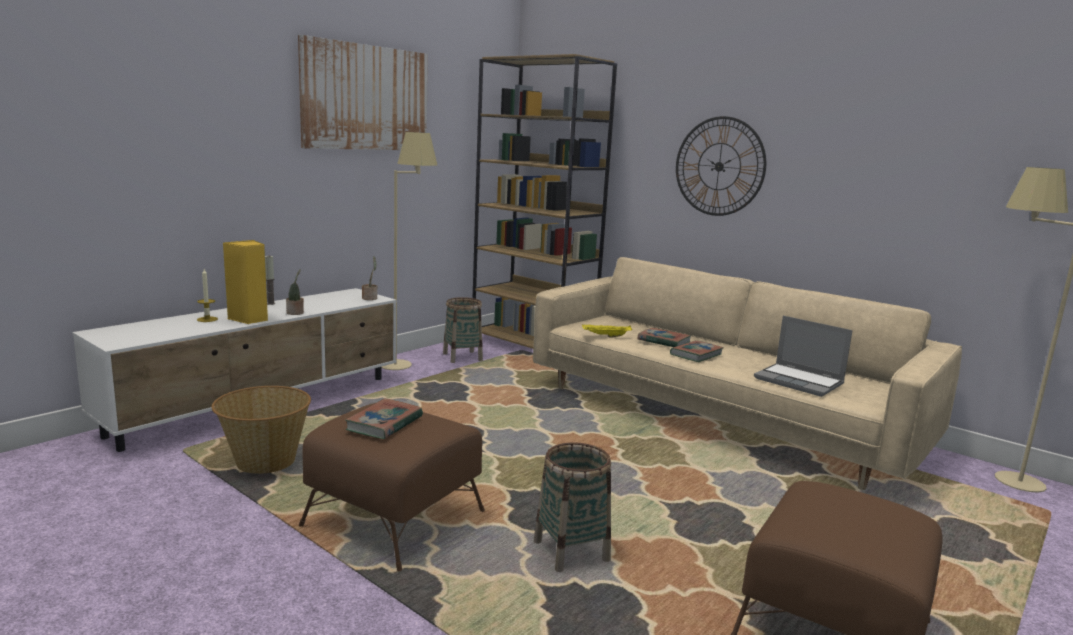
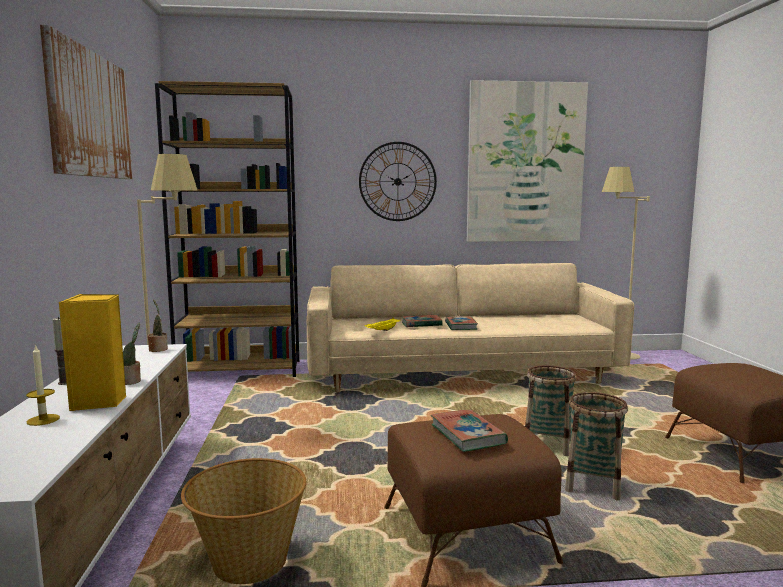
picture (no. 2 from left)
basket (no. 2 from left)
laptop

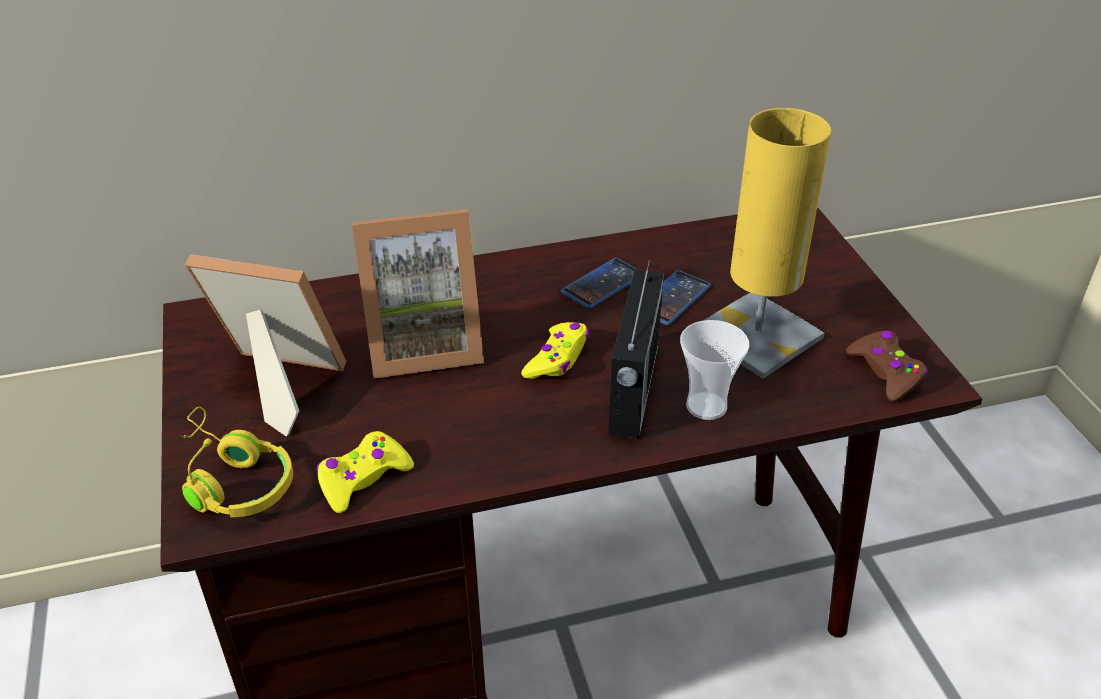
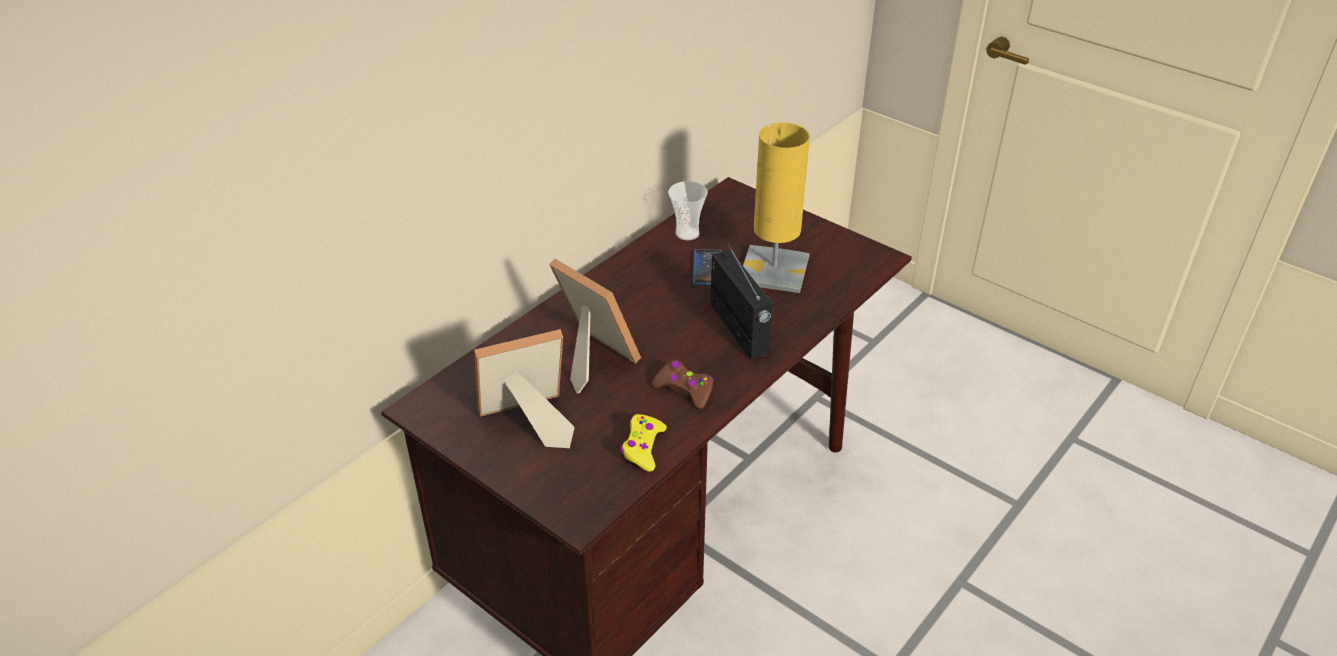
picture frame (no. 2 from left)
brown game controller
cup
yellow headphones
yellow game controller (no. 2 from left in the first image)
phone (no. 1 from left in the first image)

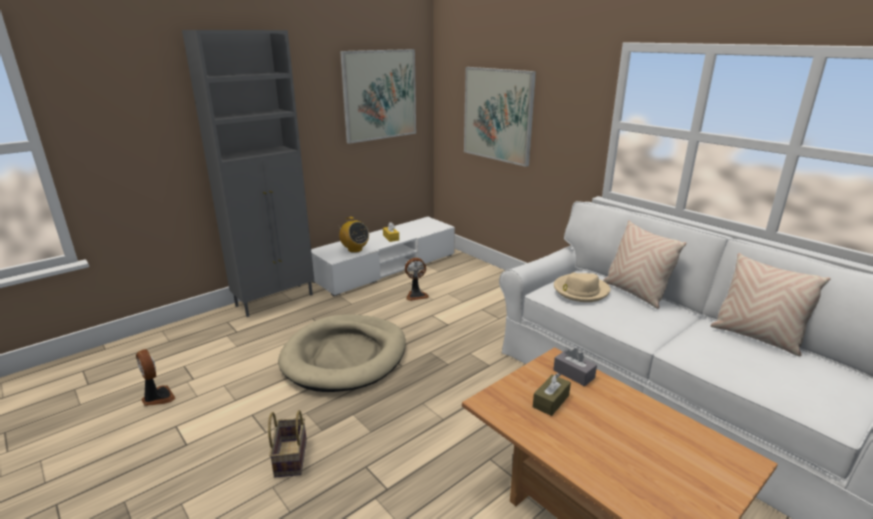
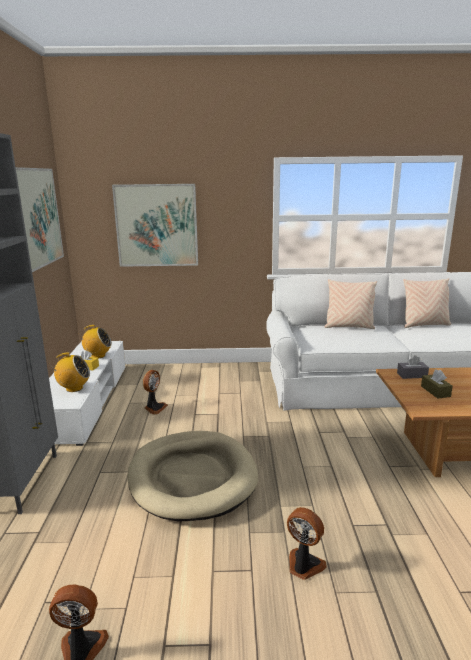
radio (no. 2 from left)
fan (no. 3 from left)
beige hat

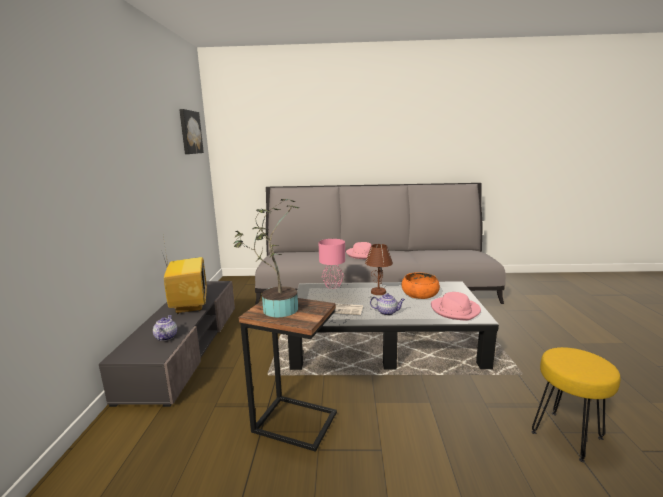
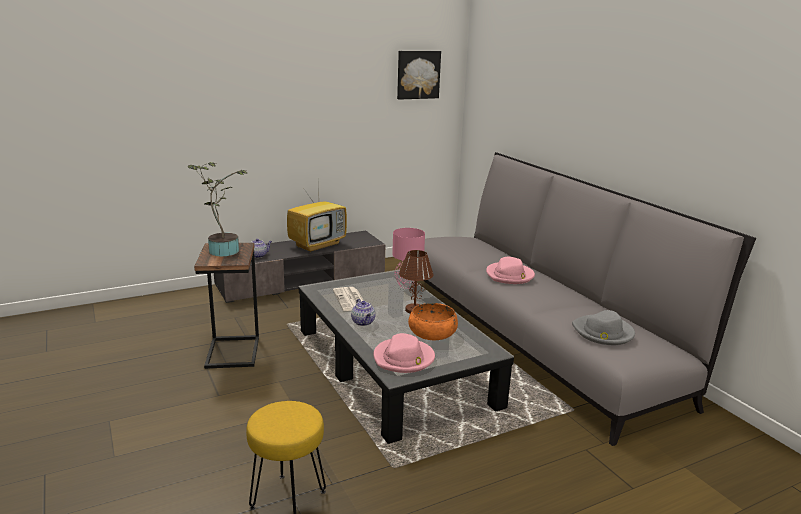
grey hat

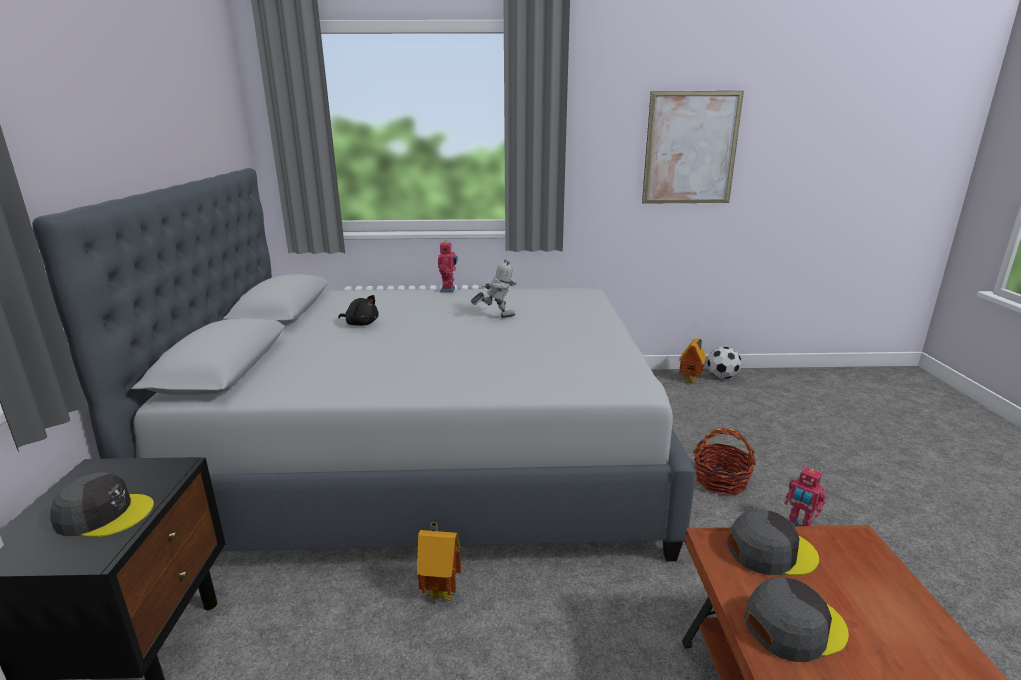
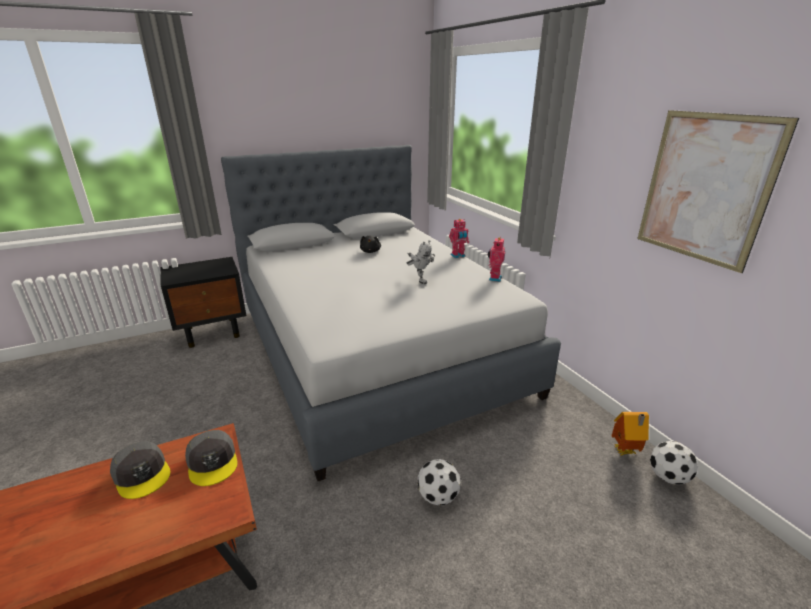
football (no. 1 from left)
toy robot (no. 3 from left)
grey cap (no. 1 from left in the first image)
toy house (no. 1 from left in the first image)

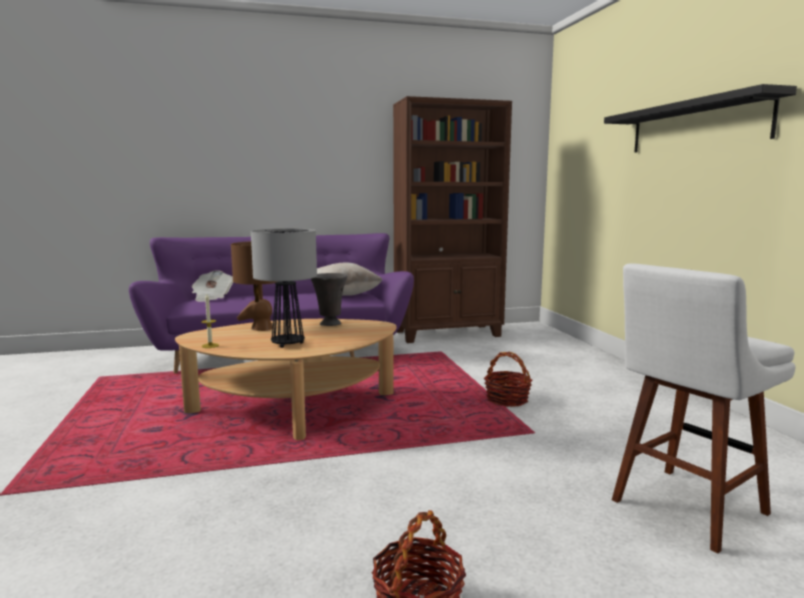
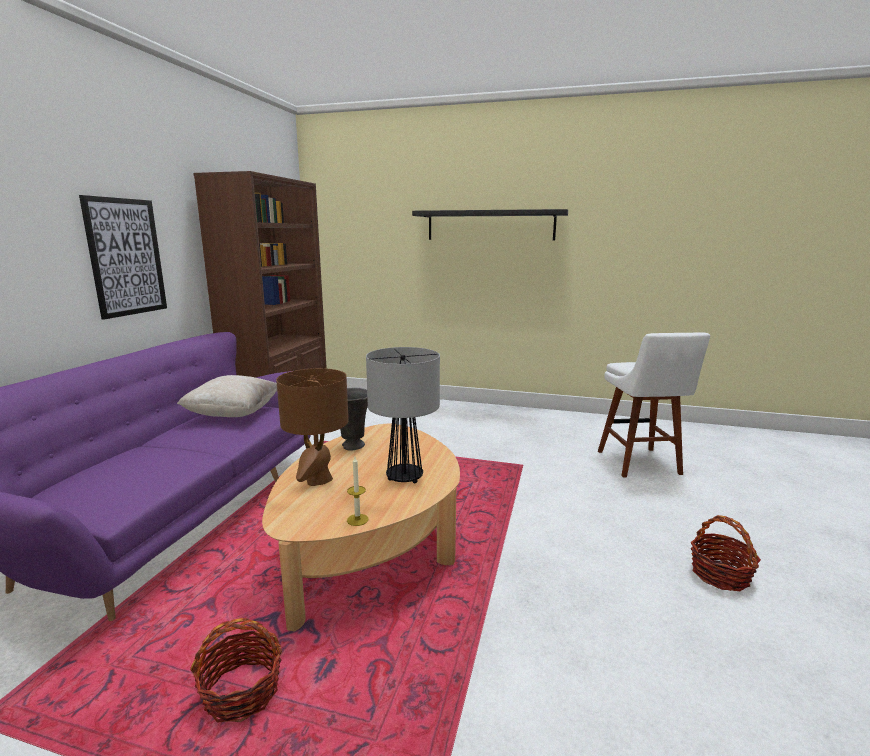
picture
basket (no. 1 from left)
newspaper

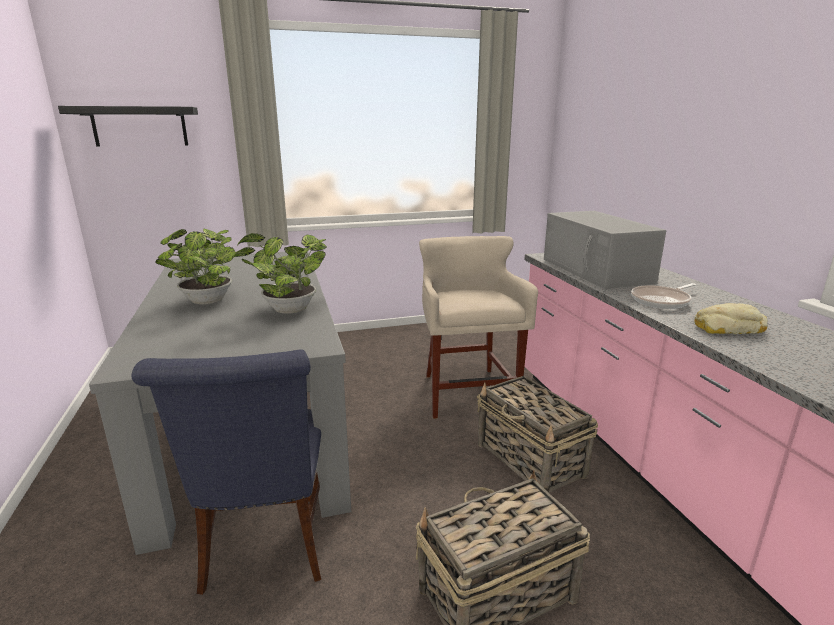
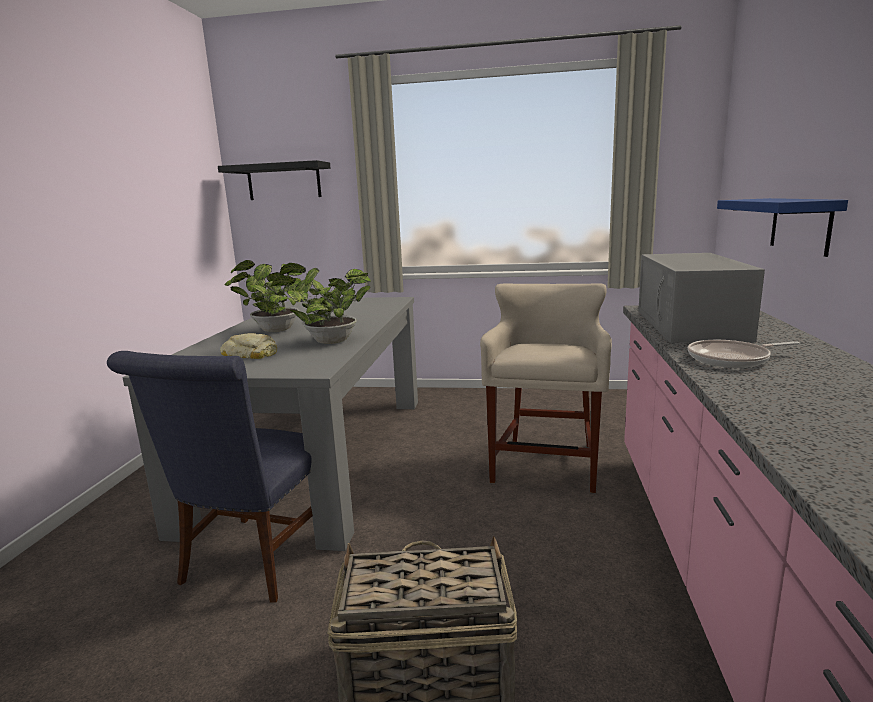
bread
blue shelf
basket (no. 2 from left in the first image)

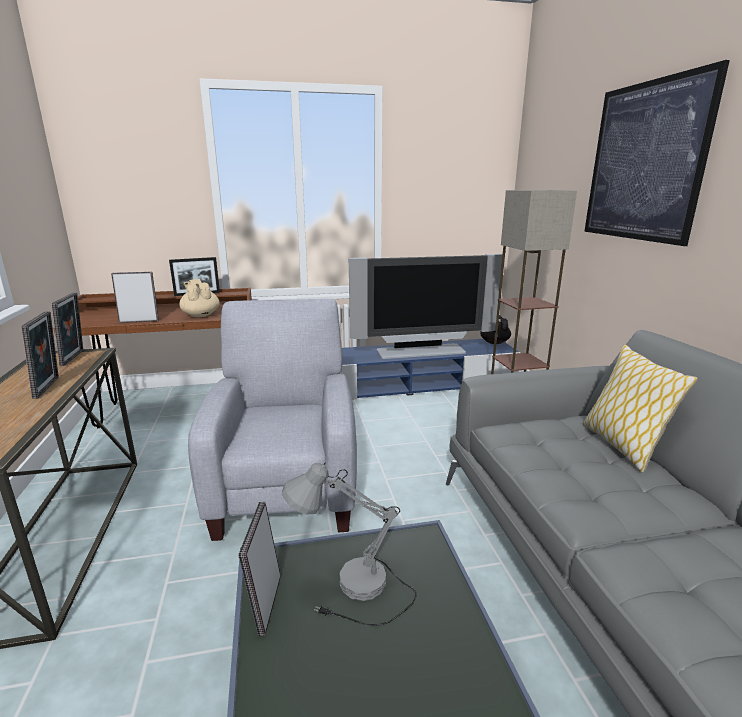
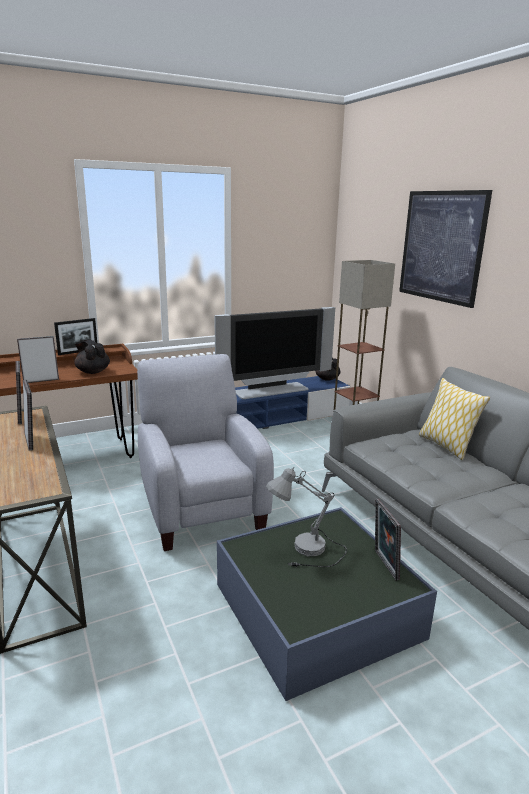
black teapot (no. 1 from left)
picture frame (no. 5 from left)

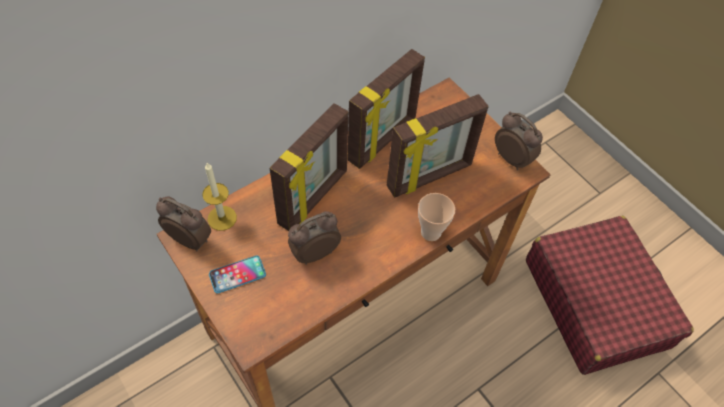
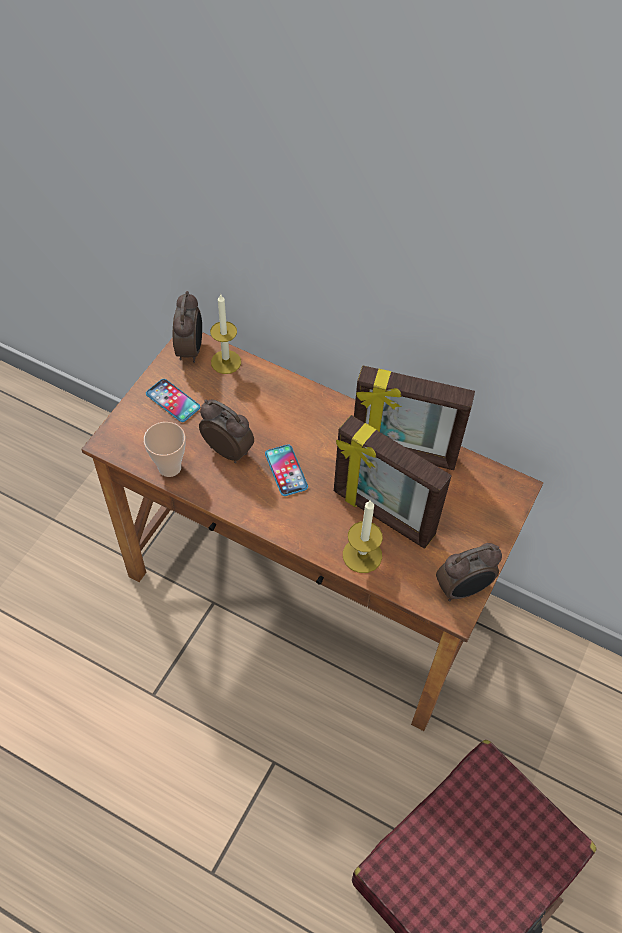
cup
phone (no. 2 from left)
candle (no. 2 from left)
alarm clock (no. 3 from left)
picture frame (no. 1 from left in the first image)

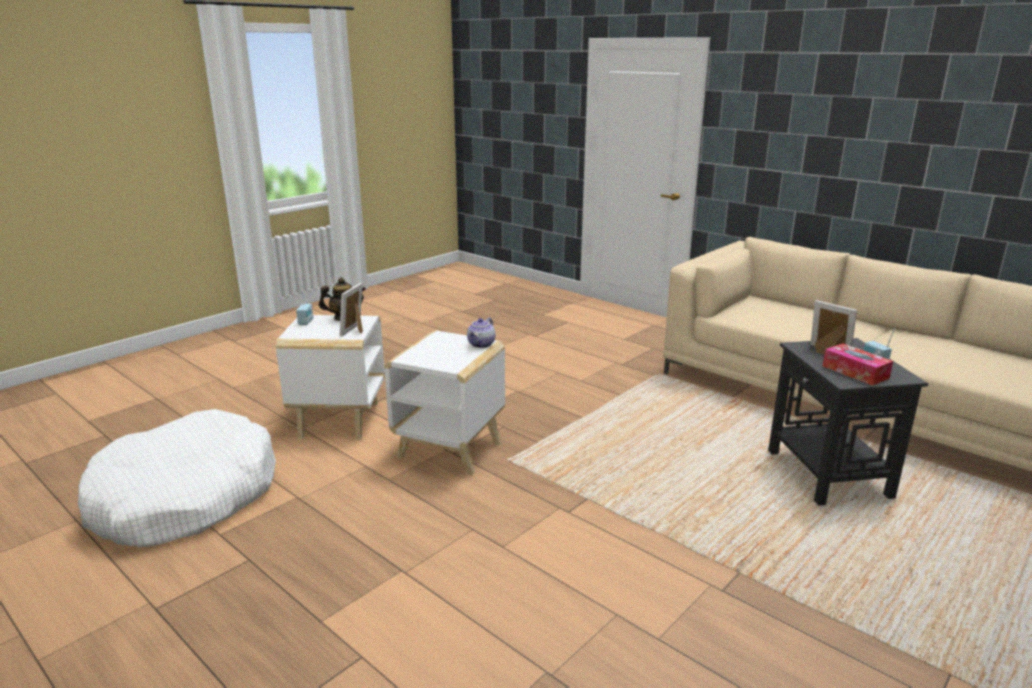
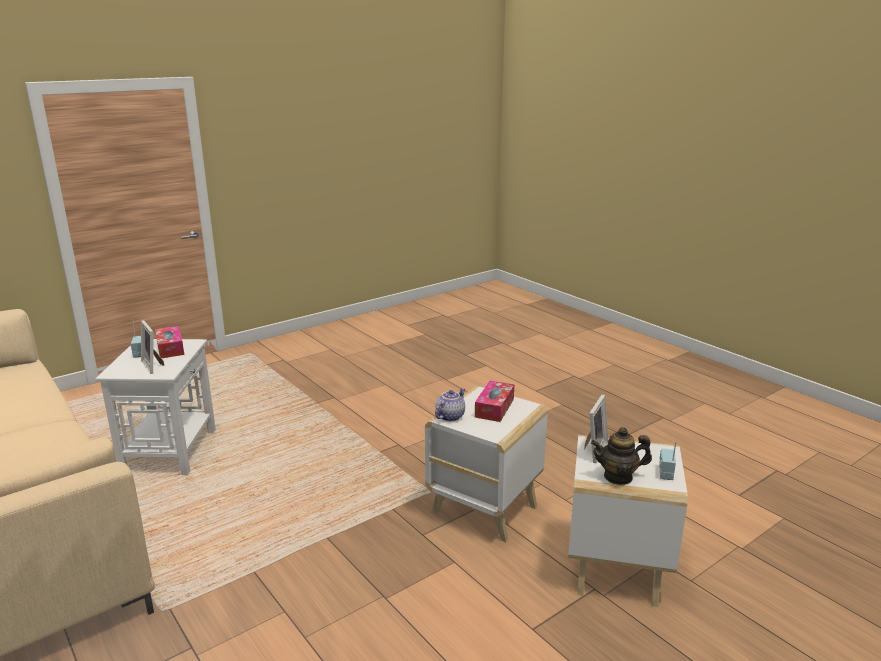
white side table (no. 1 from left)
tissue box (no. 2 from left)
white dog bed

